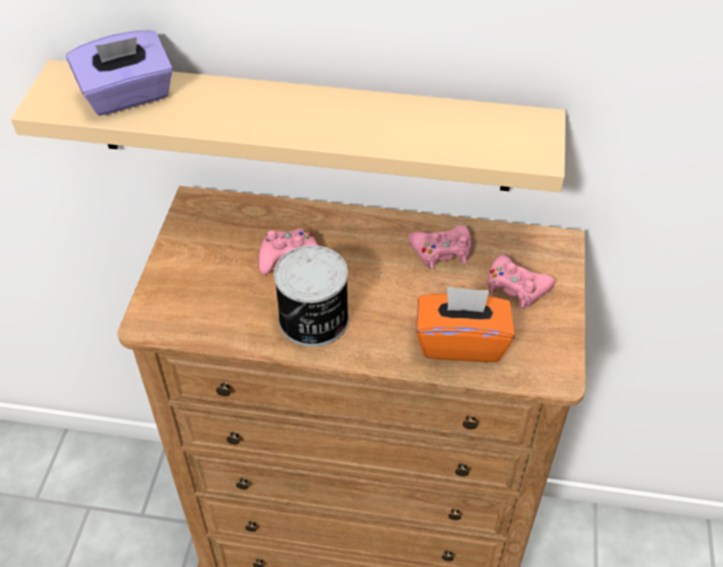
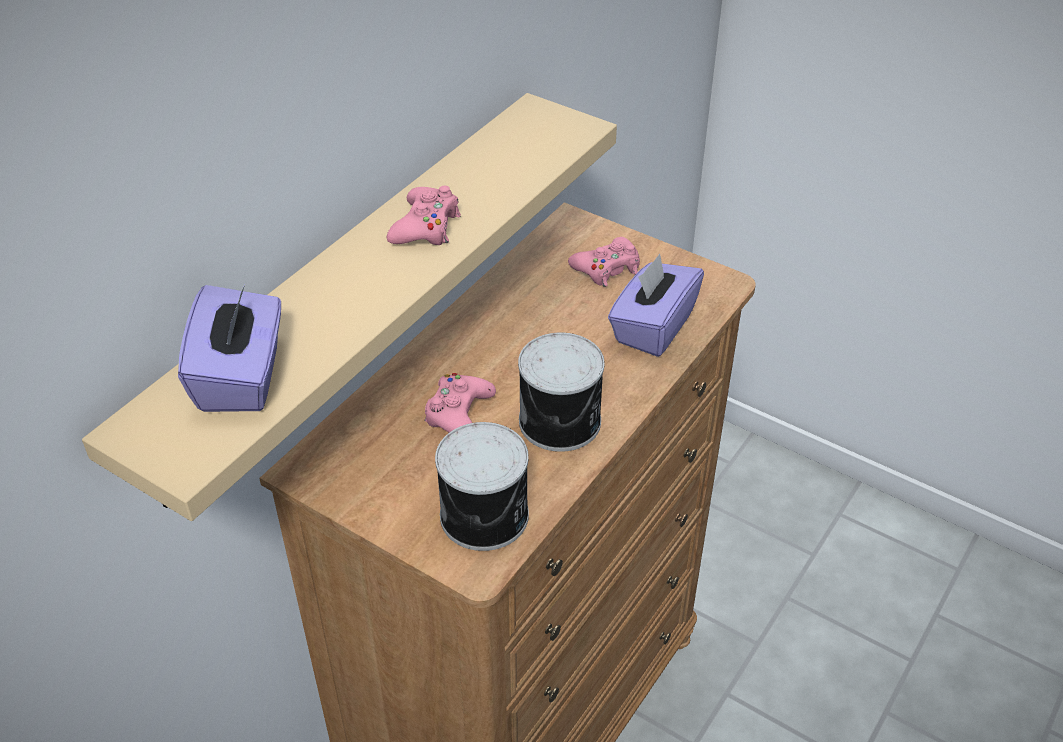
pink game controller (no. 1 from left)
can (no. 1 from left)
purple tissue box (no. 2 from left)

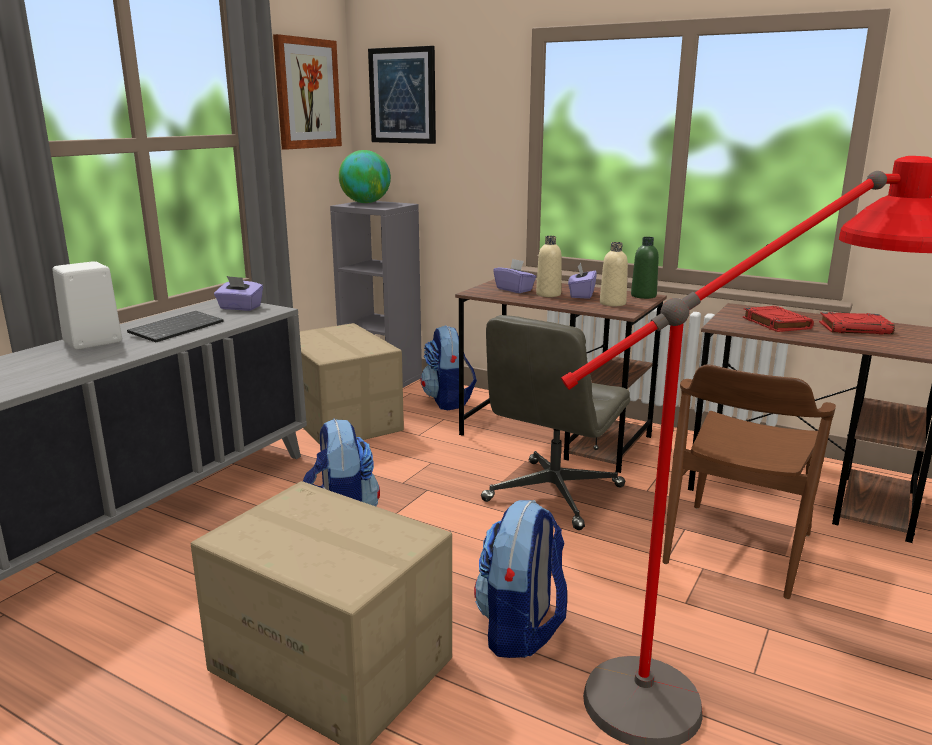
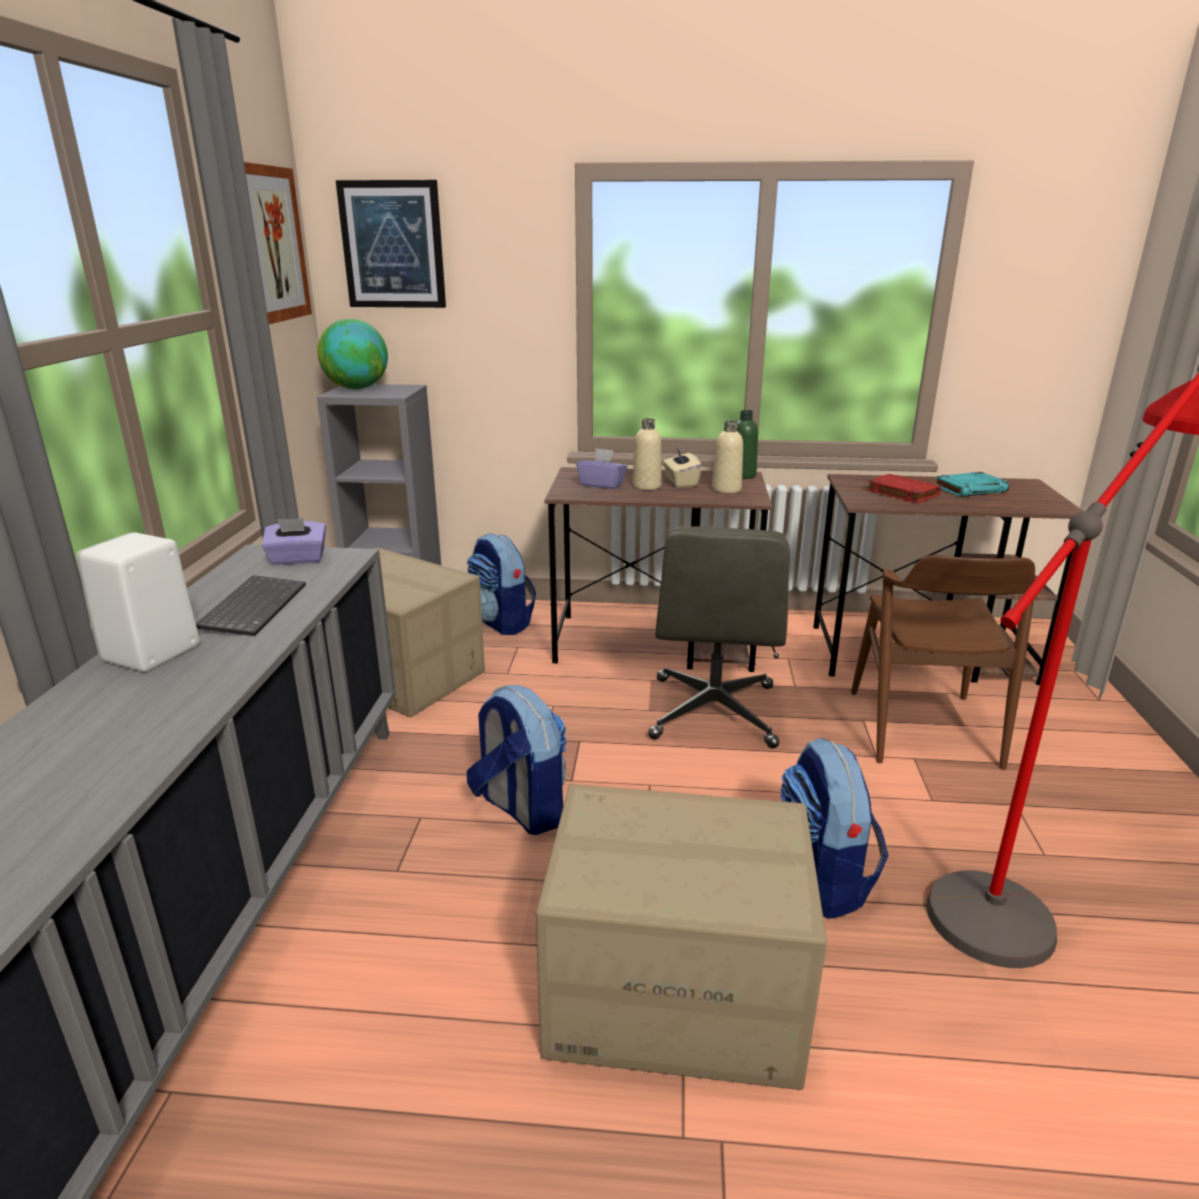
beige tissue box
turquoise book

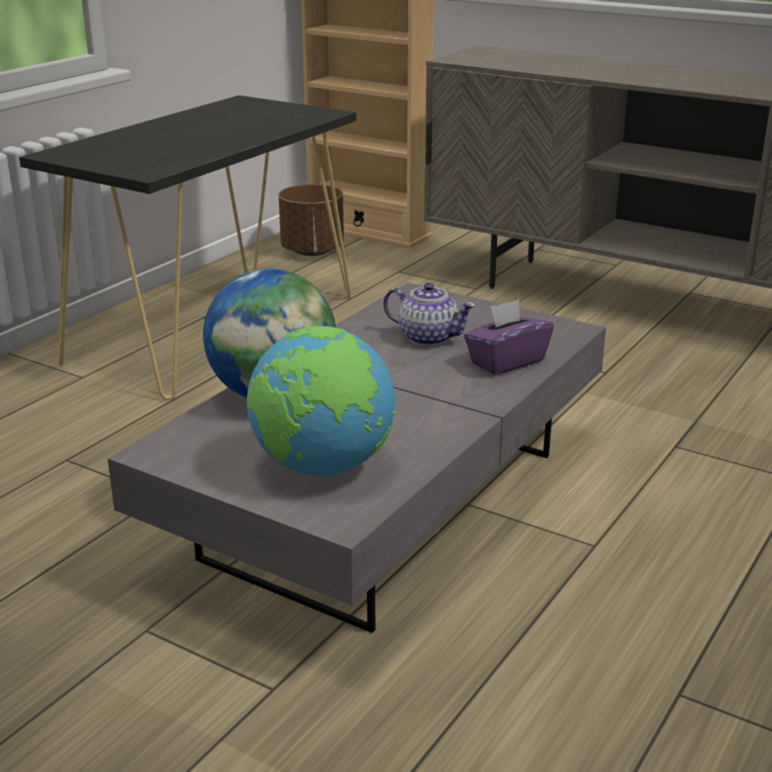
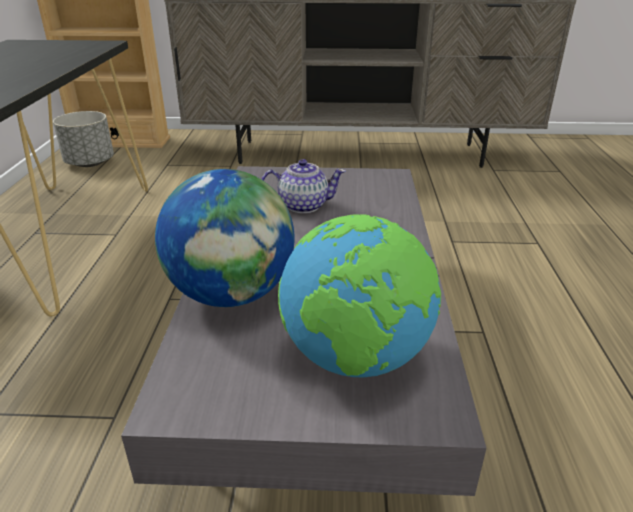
grey planter
purple tissue box

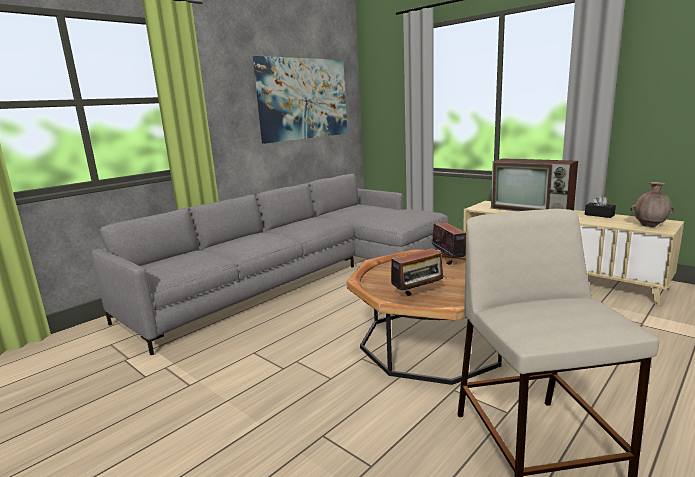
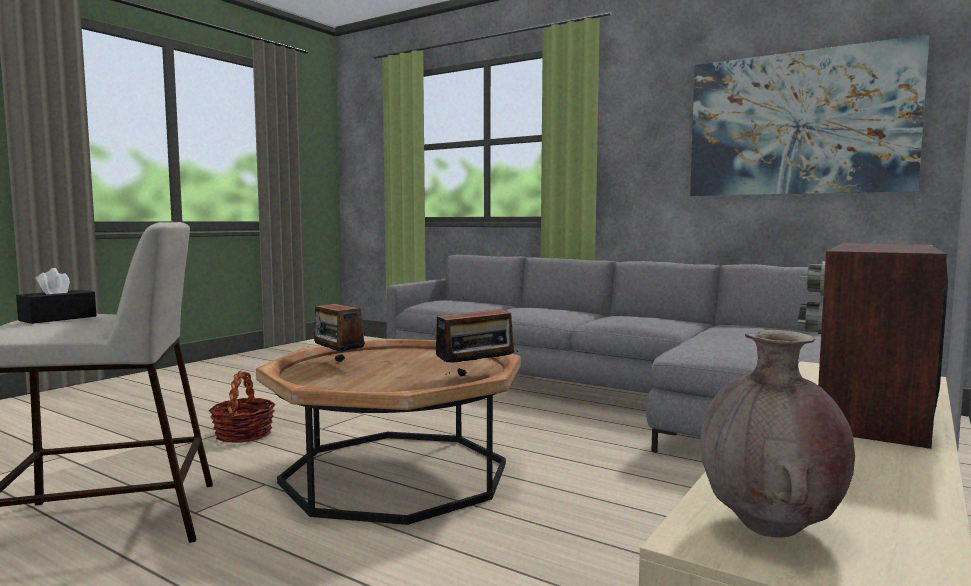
black tissue box
basket

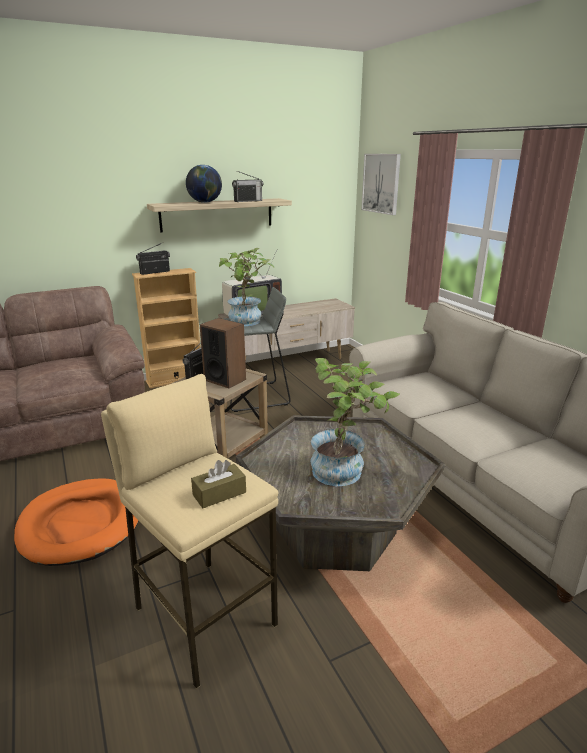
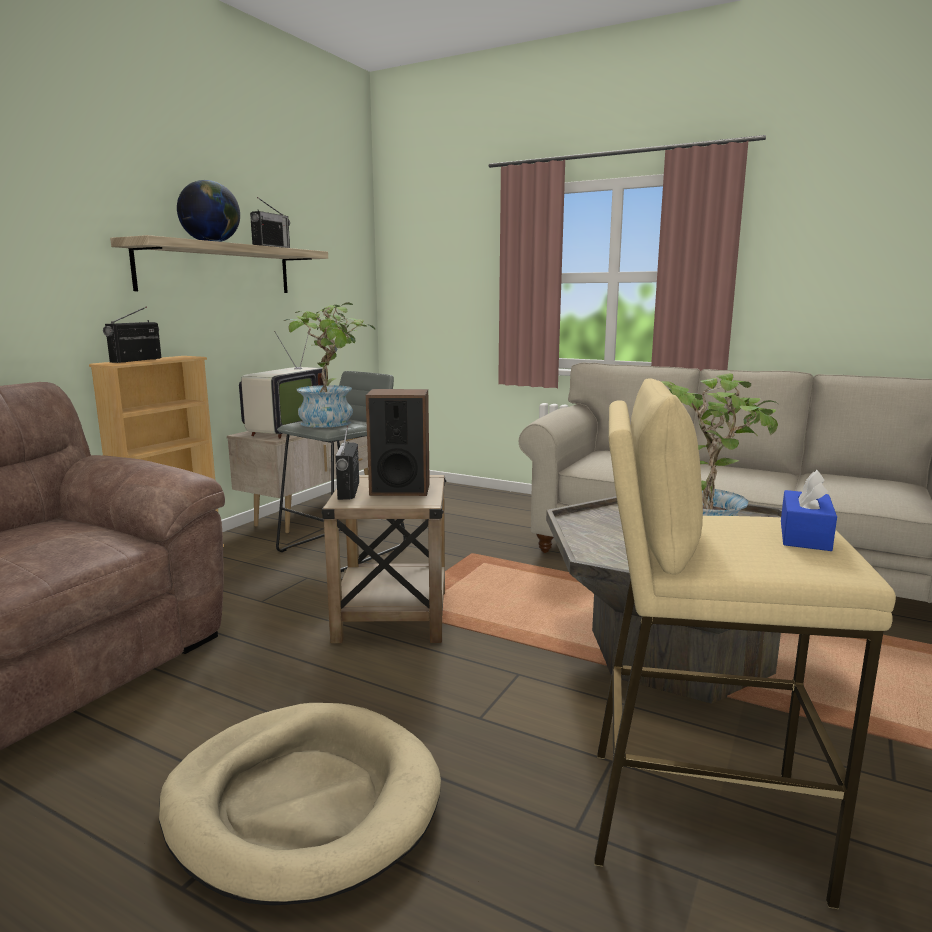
beige dog bed
blue tissue box
picture

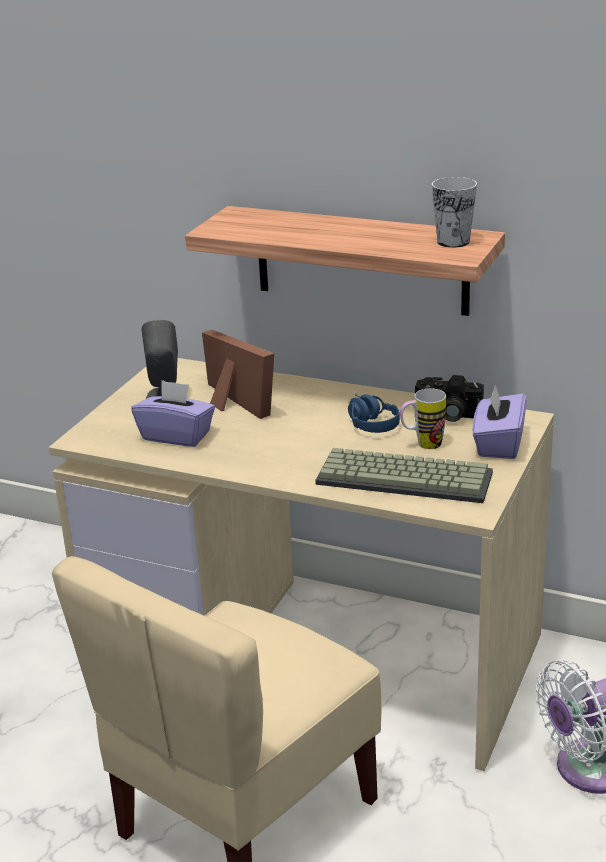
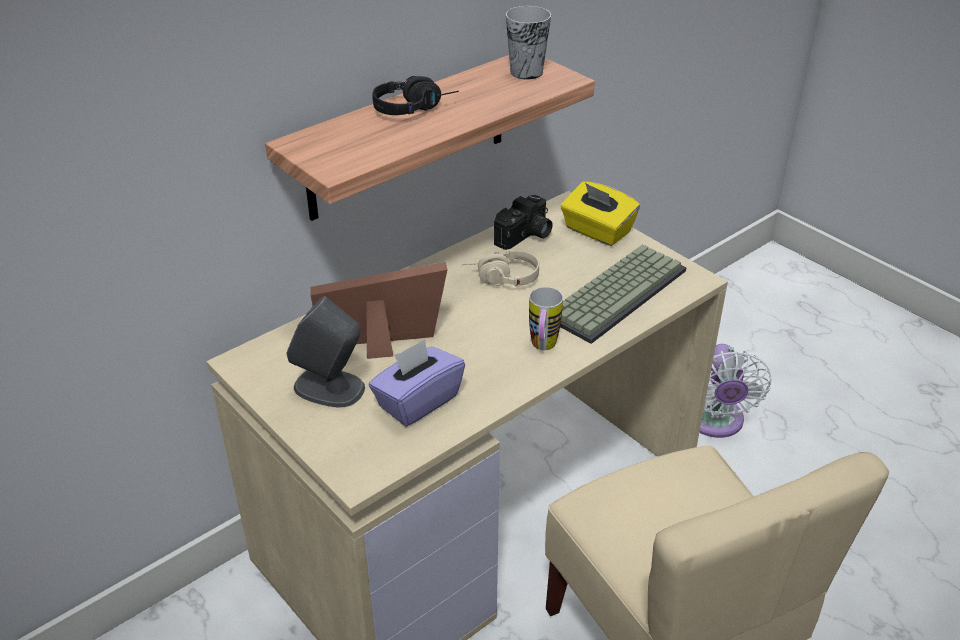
black headphones
beige headphones
mug
yellow tissue box

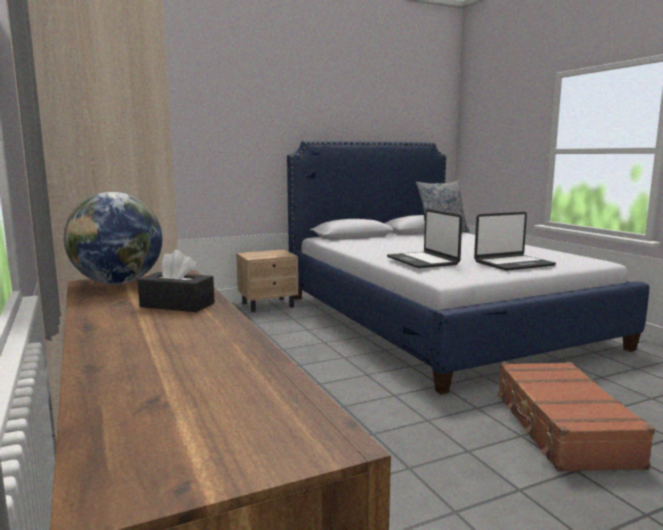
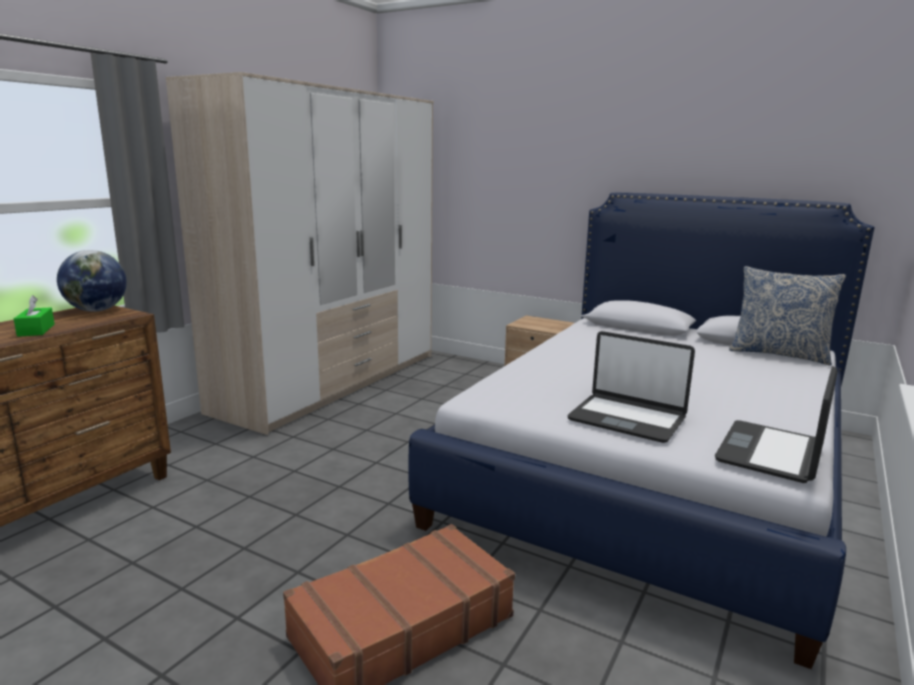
green tissue box
laptop (no. 2 from left)

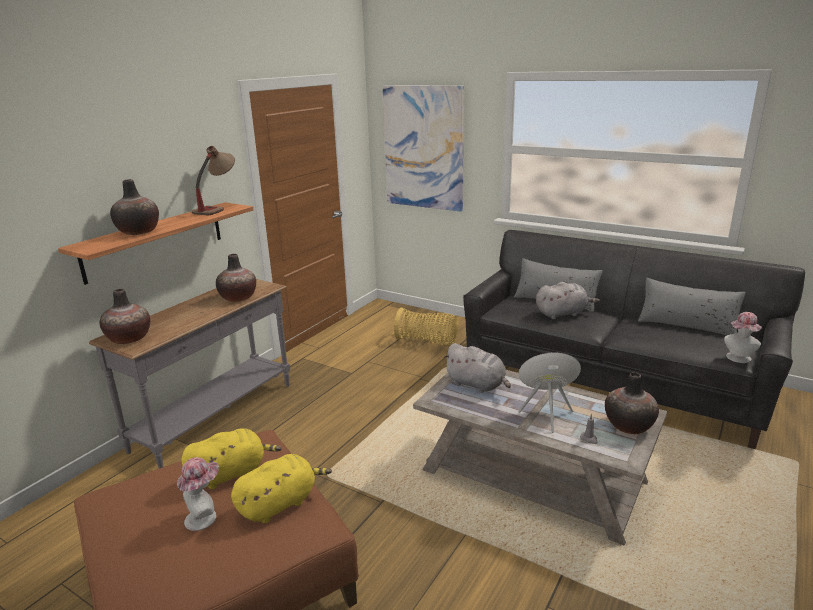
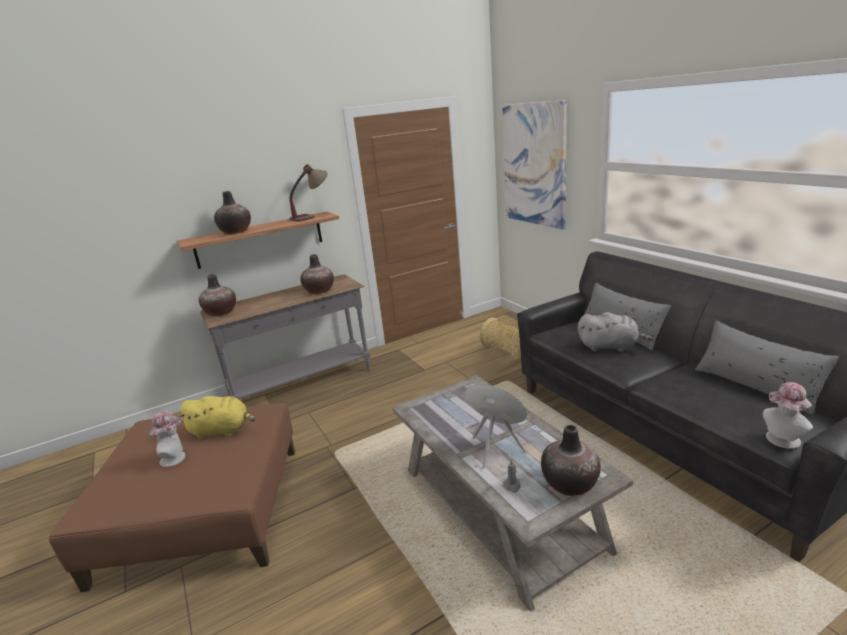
yellow plush toy (no. 2 from left in the first image)
grey plush toy (no. 1 from left in the first image)

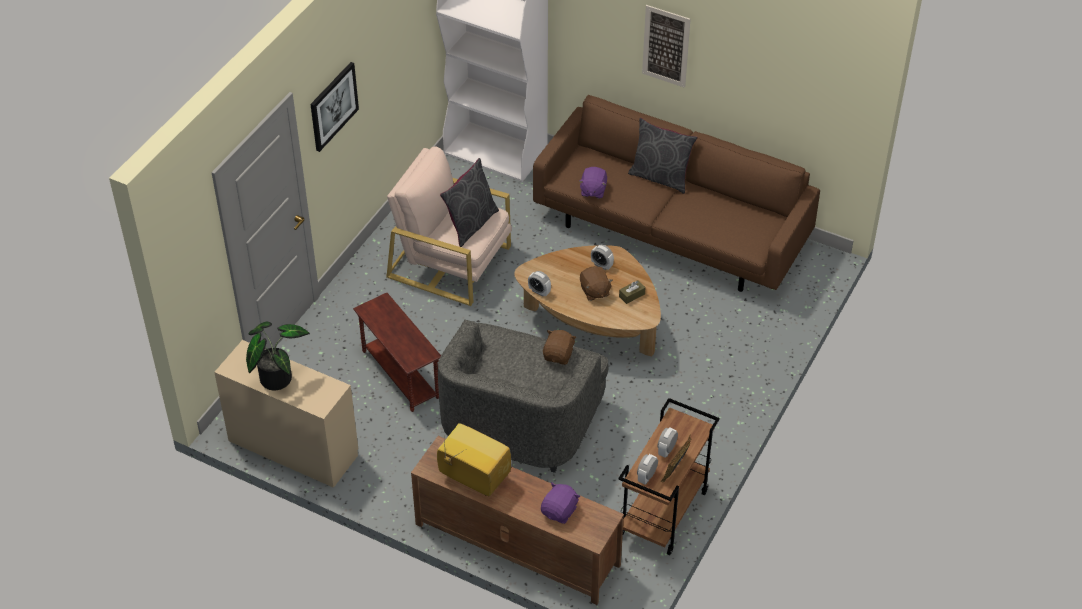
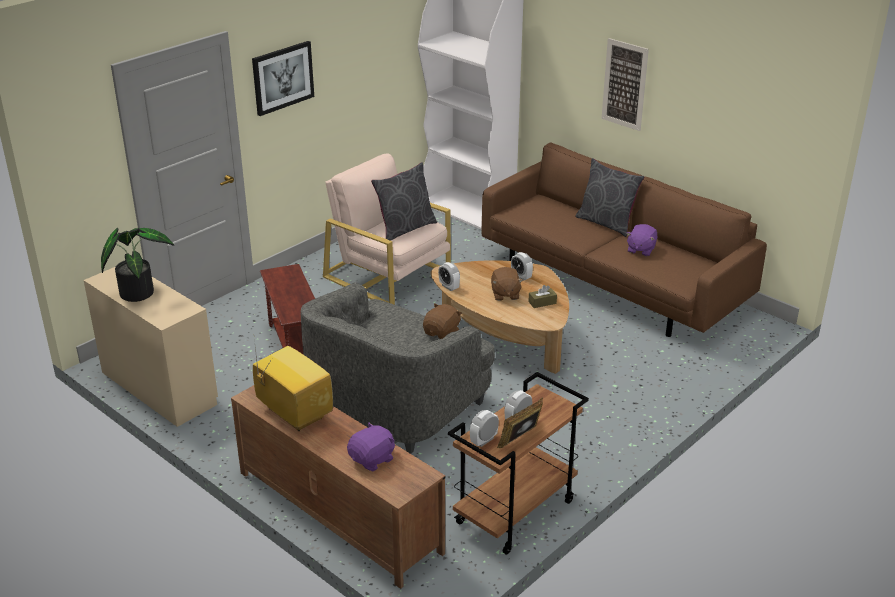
purple plush toy (no. 2 from left)

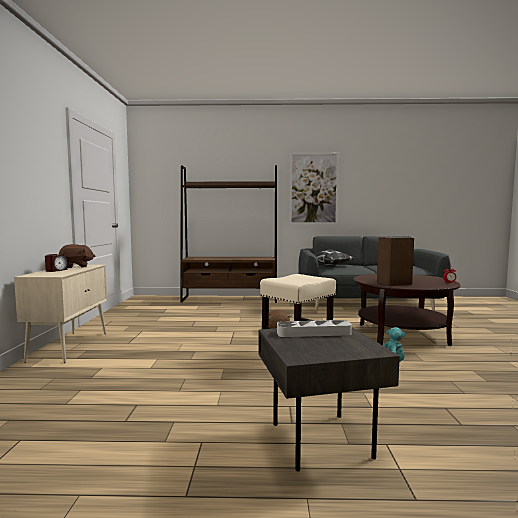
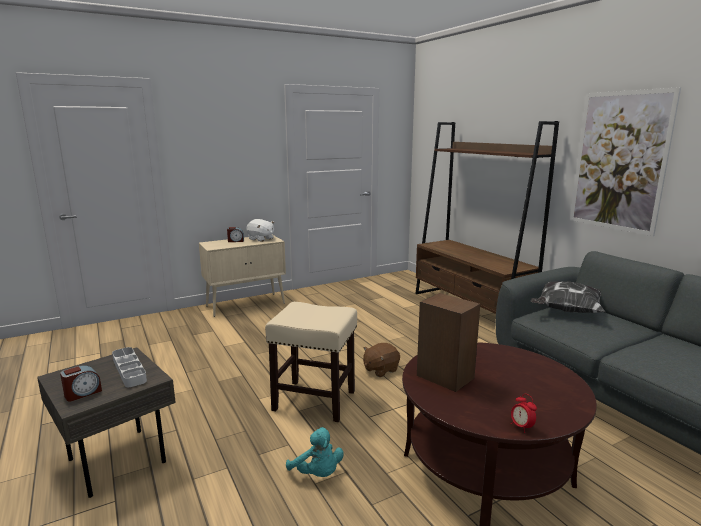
alarm clock (no. 1 from left)
white plush toy

